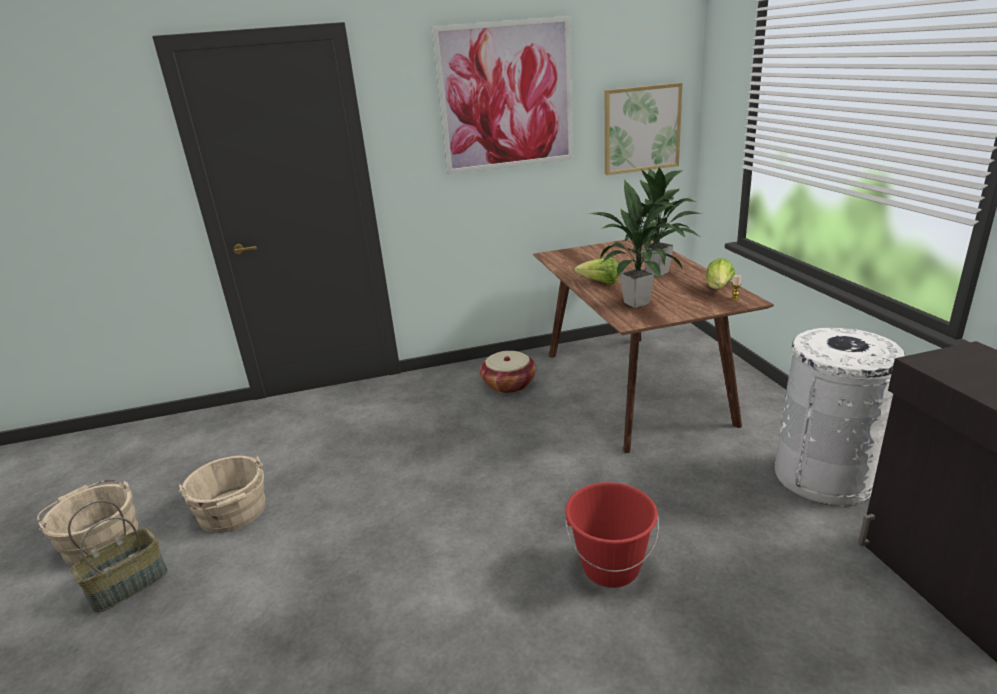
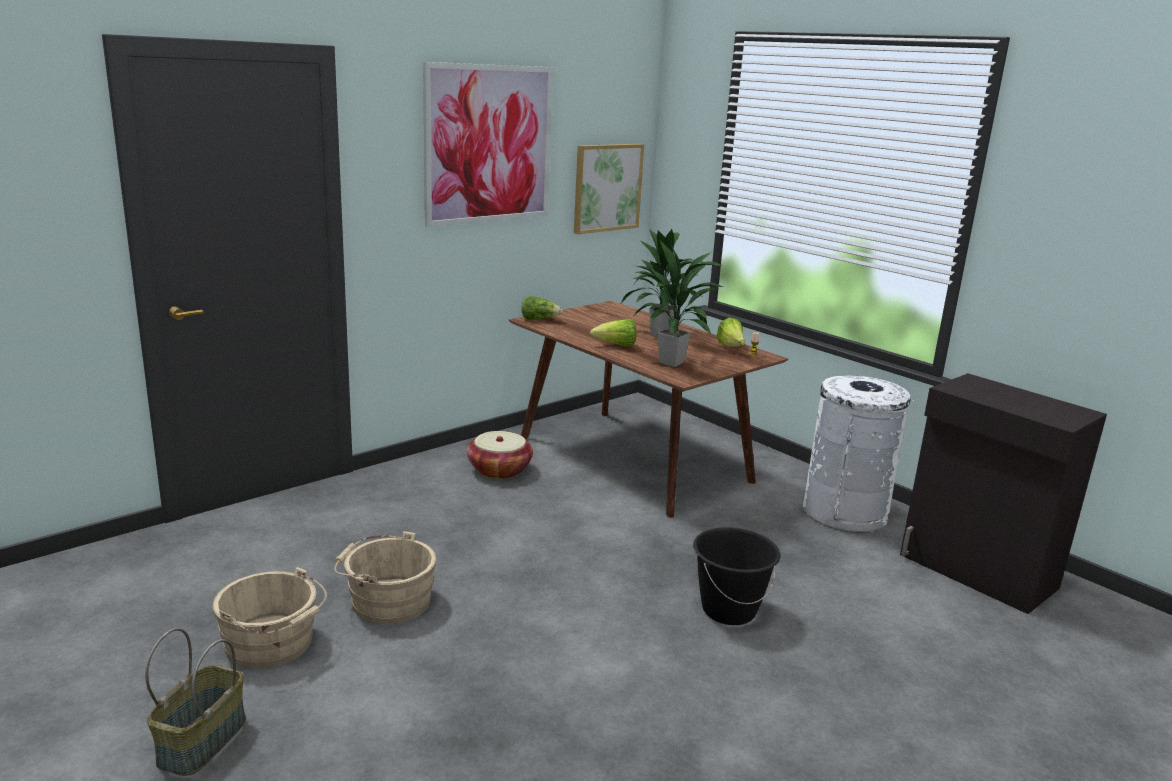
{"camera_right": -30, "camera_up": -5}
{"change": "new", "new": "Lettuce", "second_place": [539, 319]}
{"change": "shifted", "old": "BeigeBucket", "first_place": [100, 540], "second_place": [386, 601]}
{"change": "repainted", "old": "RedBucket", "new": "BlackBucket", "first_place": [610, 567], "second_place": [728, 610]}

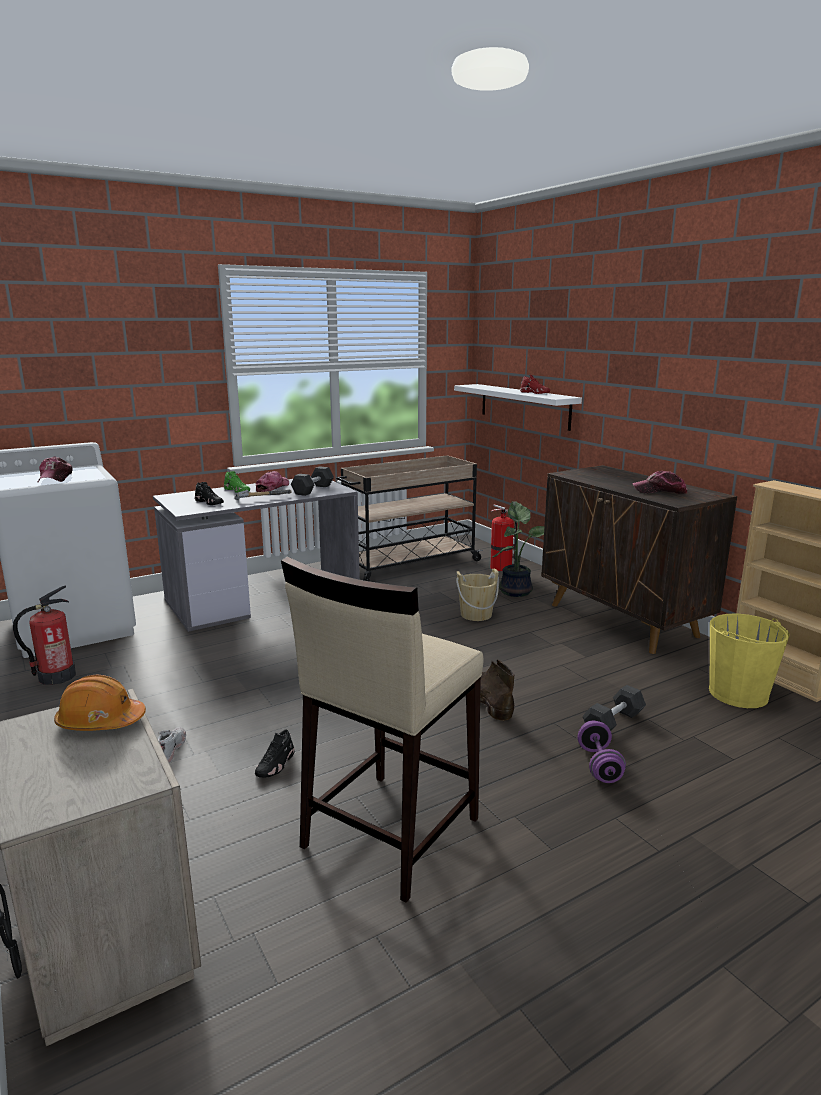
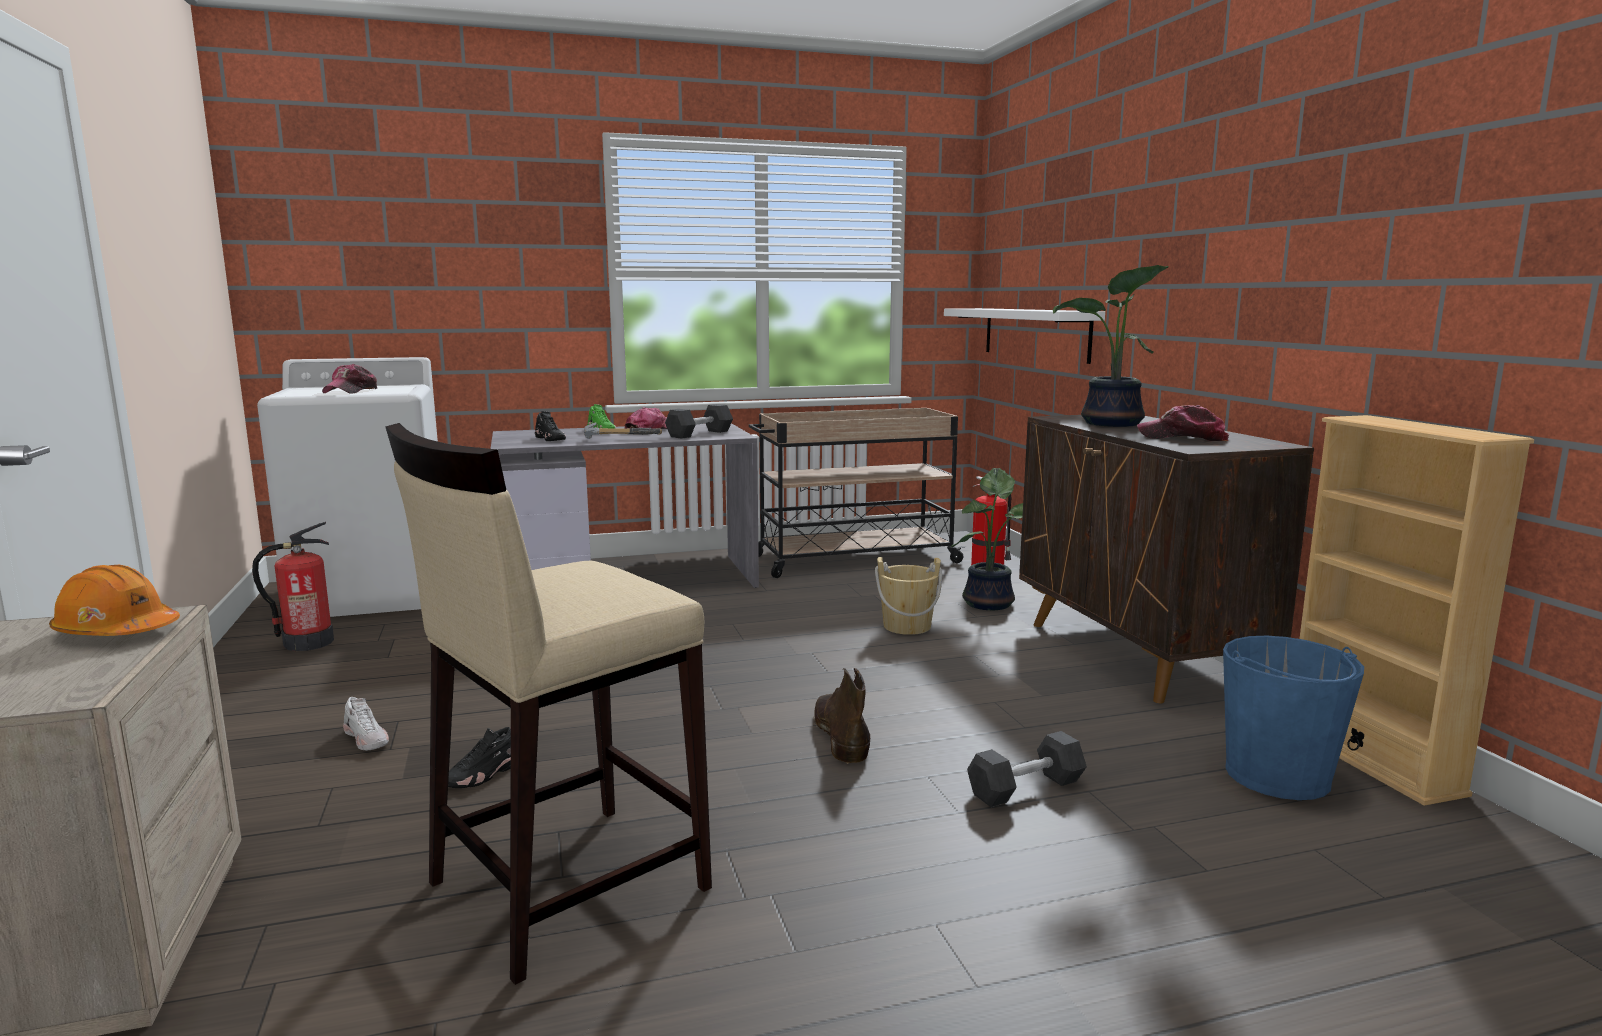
{"camera_right": 15, "camera_up": -5}
{"change": "gone", "old": "RedShoe", "first_place": [535, 393]}
{"change": "gone", "old": "PurpleDumbbell", "first_place": [599, 765]}
{"change": "new", "new": "PottedPlant", "second_place": [1111, 424]}
{"change": "repainted", "old": "YellowBucket", "new": "BlueBucket", "first_place": [738, 694], "second_place": [1277, 776]}
{"change": "rotated", "old": "WhiteShoe", "first_place": [170, 749], "second_place": [367, 739], "degrees": 120}

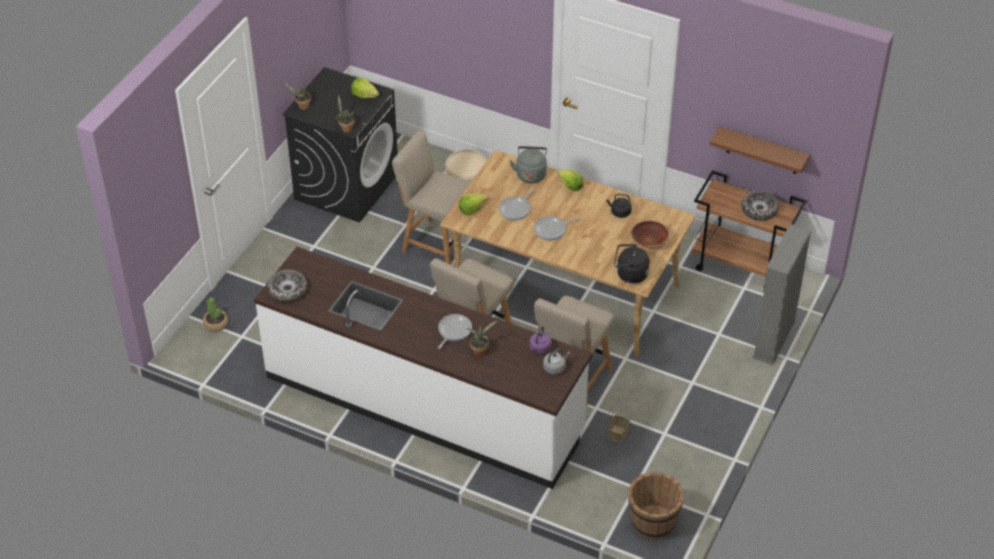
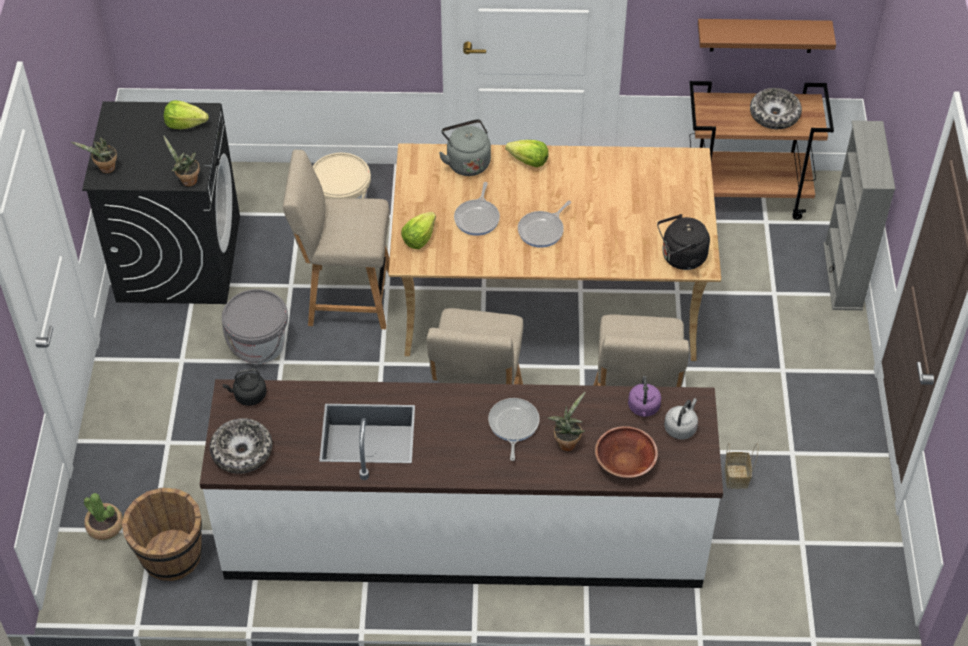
{"camera_right": -25, "camera_up": 5}
{"change": "new", "new": "GreyBucket", "second_place": [259, 345]}
{"change": "shifted", "old": "BlackKettle", "first_place": [619, 212], "second_place": [248, 396]}
{"change": "shifted", "old": "BrownBucket", "first_place": [652, 523], "second_place": [171, 556]}
{"change": "shifted", "old": "BrownBowl", "first_place": [649, 242], "second_place": [625, 462]}

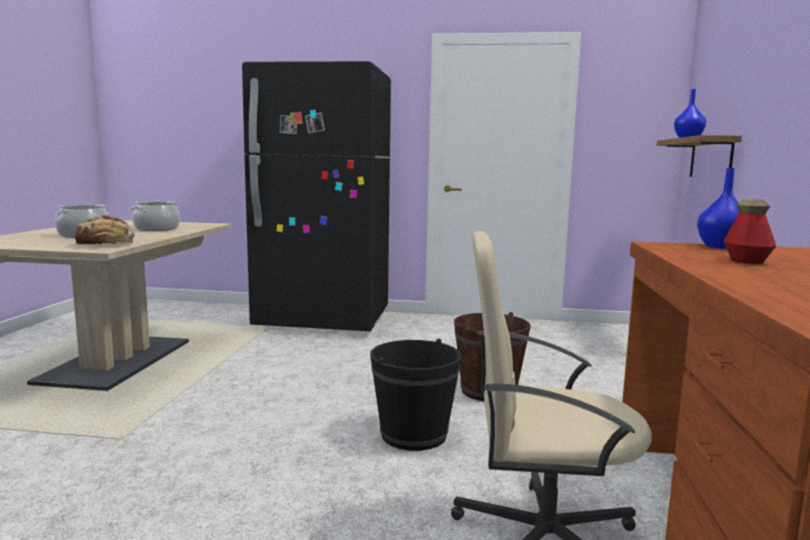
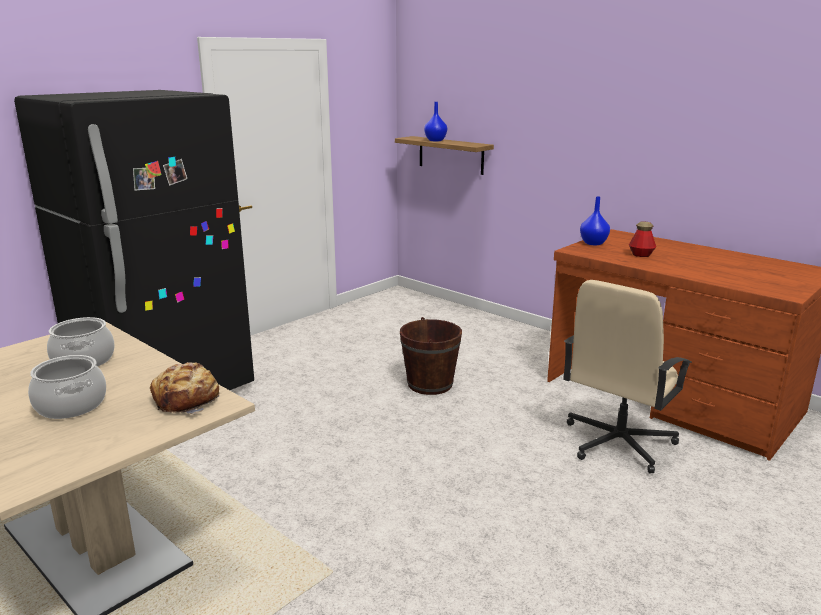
{"camera_right": -55, "camera_up": 10}
{"change": "gone", "old": "BlackBucket", "first_place": [414, 435]}

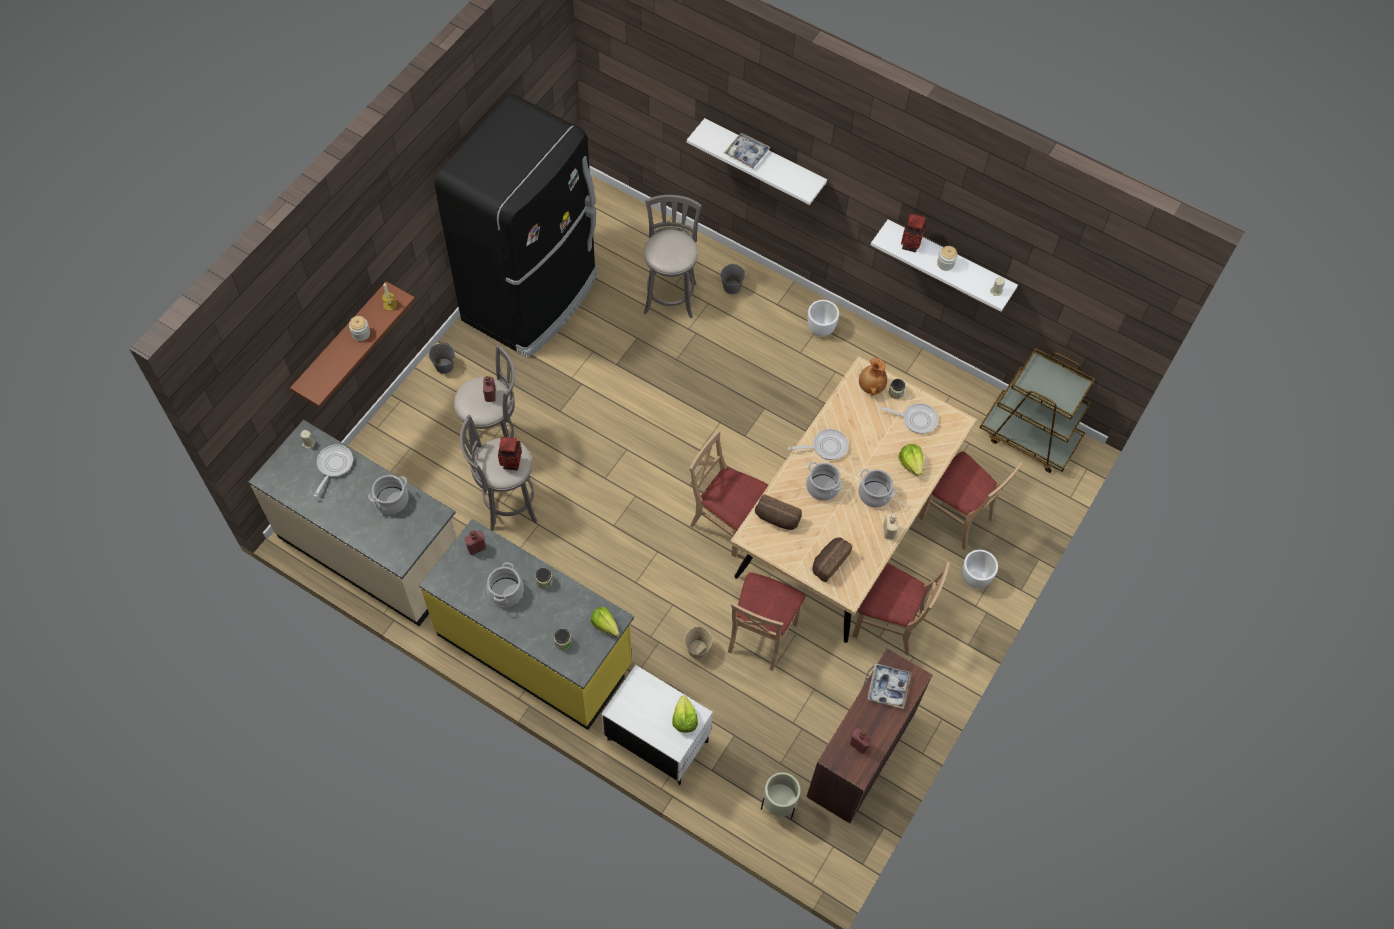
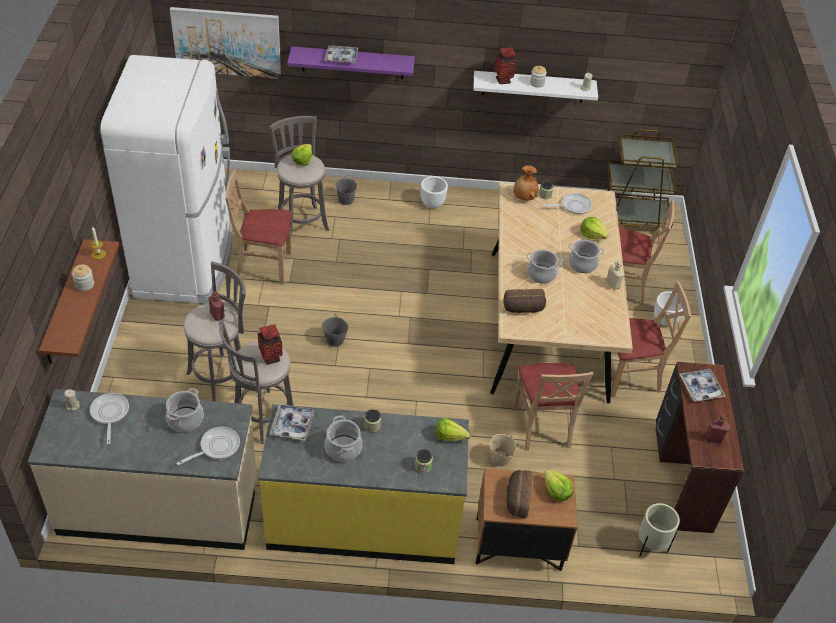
{"camera_right": -30, "camera_up": -15}
{"change": "new", "new": "Picture", "second_place": [227, 42]}
{"change": "new", "new": "Lettuce", "second_place": [302, 160]}
{"change": "shifted", "old": "GreyBucket", "first_place": [444, 366], "second_place": [334, 340]}
{"change": "shifted", "old": "BeigeChair", "first_place": [726, 522], "second_place": [264, 266]}
{"change": "shifted", "old": "FryingPan", "first_place": [826, 446], "second_place": [216, 447]}
{"change": "shifted", "old": "Bread", "first_place": [829, 562], "second_place": [517, 499]}
{"change": "swapped", "old": "RedBottle", "new": "Tray", "first_place": [476, 548], "second_place": [292, 425]}
{"change": "repainted", "old": "BlackFridge", "new": "WhiteFridge", "first_place": [532, 297], "second_place": [186, 261]}
{"change": "repainted", "old": "WhiteNightstand", "new": "BrownNightstand", "first_place": [656, 741], "second_place": [517, 545]}
{"change": "repainted", "old": "WhiteShelf", "new": "PurpleShelf", "first_place": [764, 158], "second_place": [352, 63]}

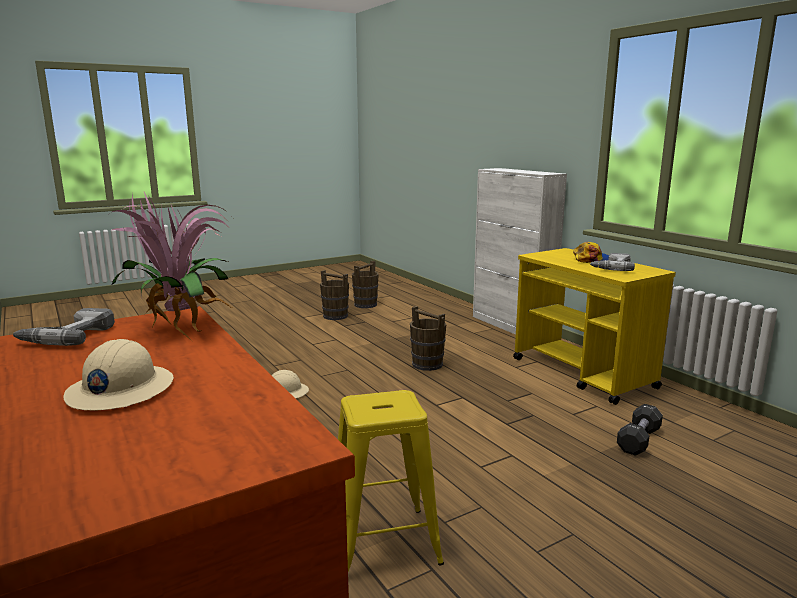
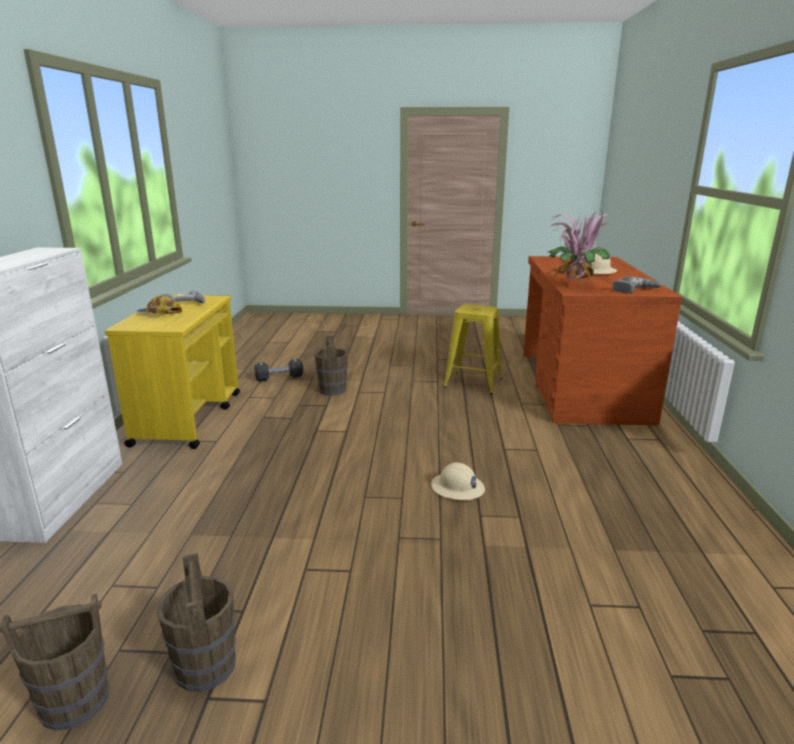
{"camera_right": -145, "camera_up": 5}
{"change": "shifted", "old": "BrownBucket", "first_place": [427, 364], "second_place": [332, 389]}

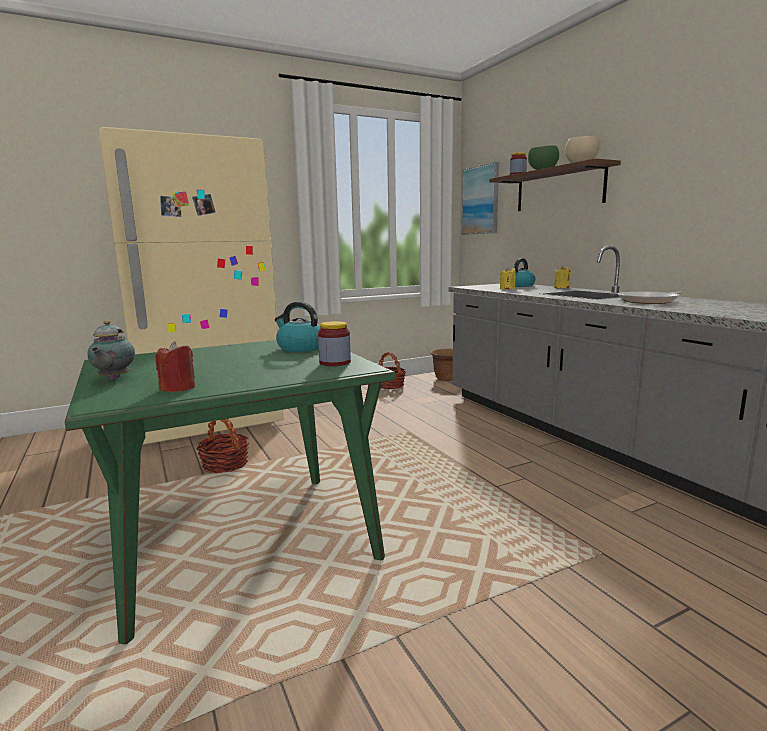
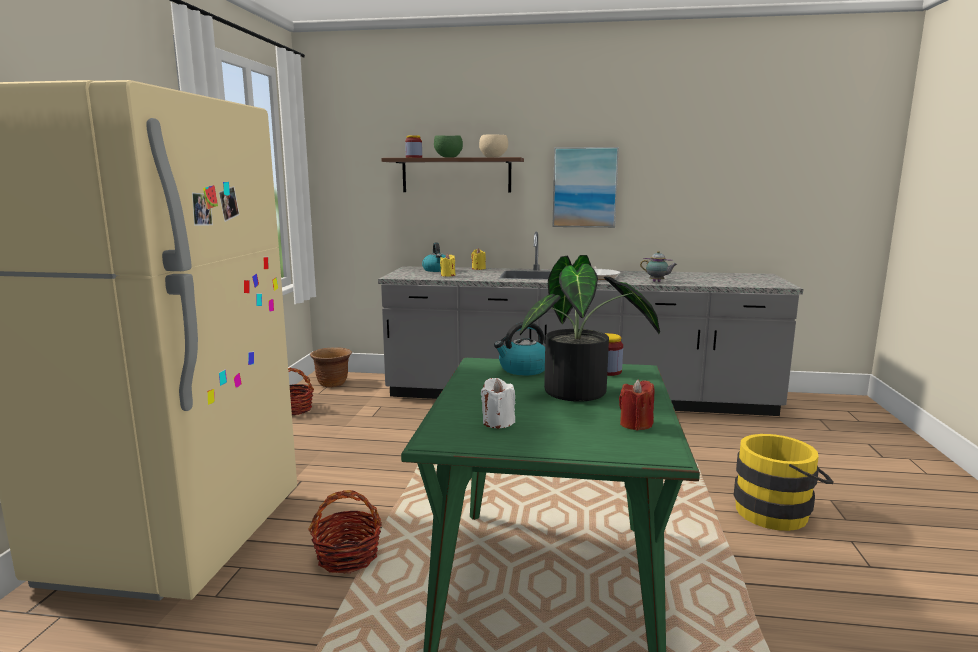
{"camera_right": -55, "camera_up": 0}
{"change": "new", "new": "WhiteCandle", "second_place": [498, 422]}
{"change": "new", "new": "PottedPlant", "second_place": [582, 393]}
{"change": "new", "new": "YellowBucket", "second_place": [778, 512]}
{"change": "shifted", "old": "Teapot", "first_place": [113, 379], "second_place": [657, 282]}
{"change": "shifted", "old": "Picture", "first_place": [481, 200], "second_place": [584, 187]}

